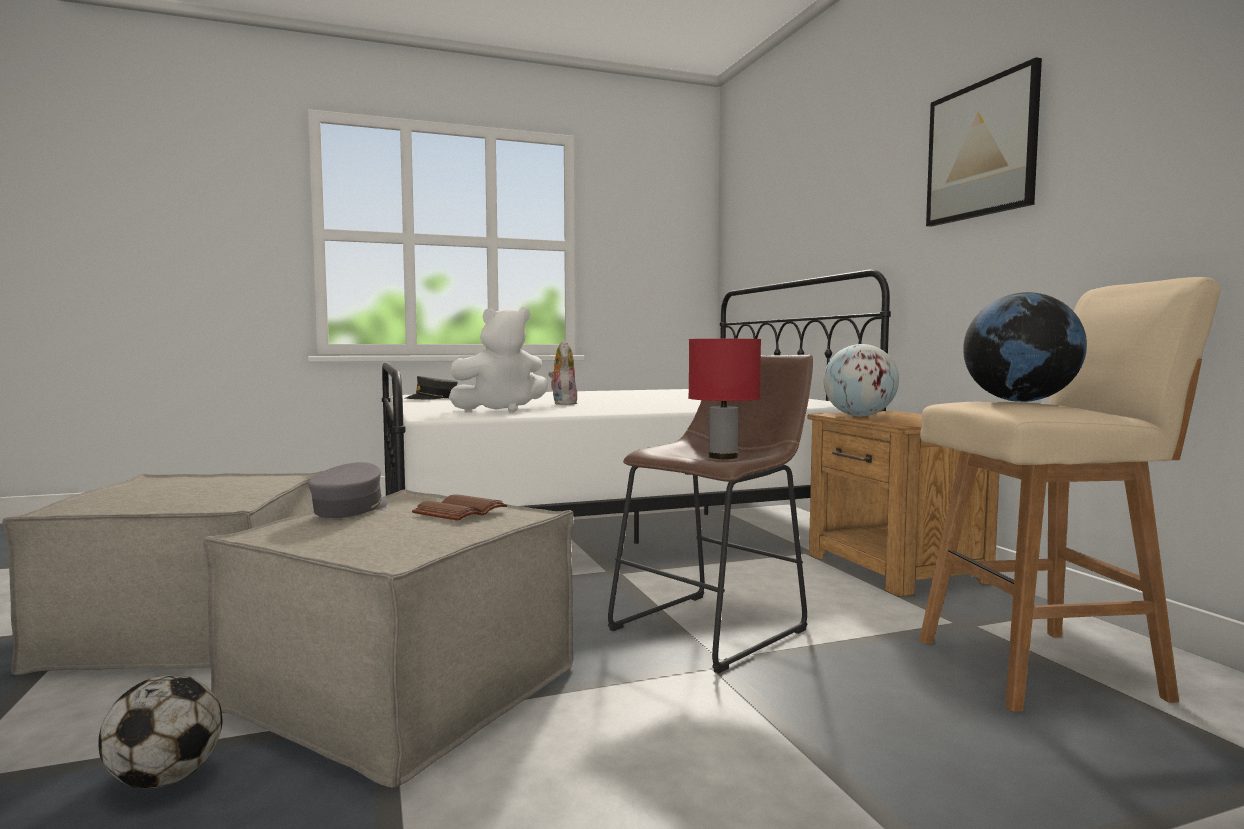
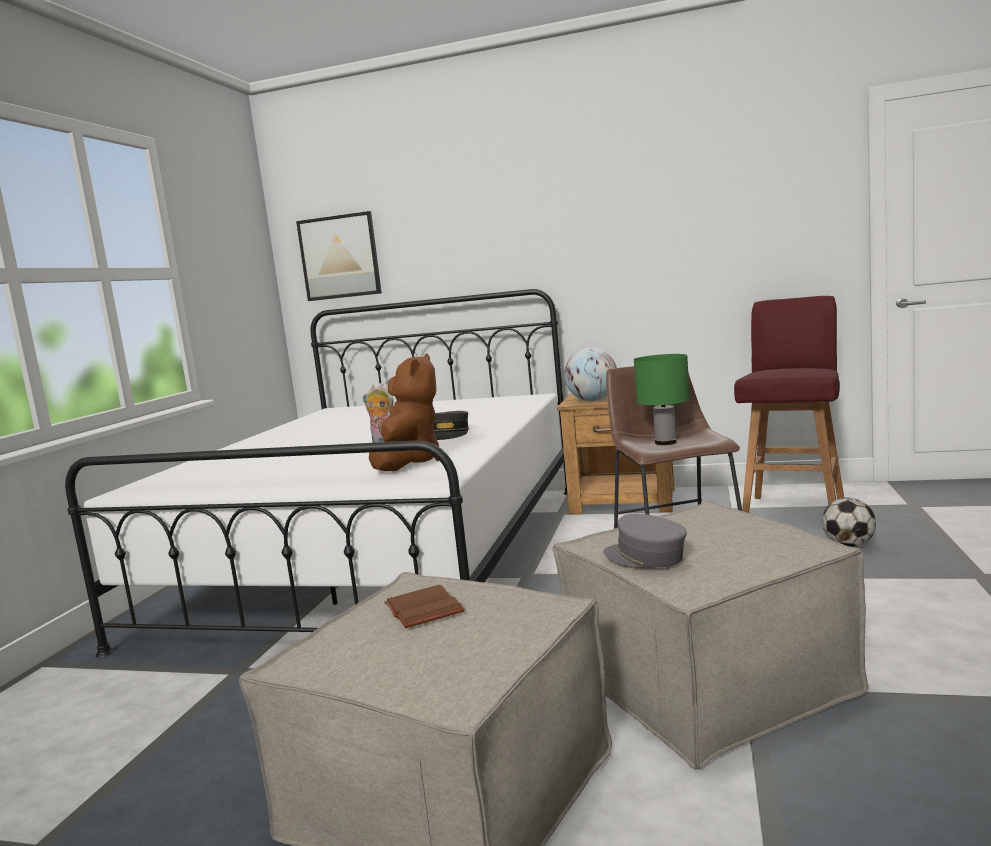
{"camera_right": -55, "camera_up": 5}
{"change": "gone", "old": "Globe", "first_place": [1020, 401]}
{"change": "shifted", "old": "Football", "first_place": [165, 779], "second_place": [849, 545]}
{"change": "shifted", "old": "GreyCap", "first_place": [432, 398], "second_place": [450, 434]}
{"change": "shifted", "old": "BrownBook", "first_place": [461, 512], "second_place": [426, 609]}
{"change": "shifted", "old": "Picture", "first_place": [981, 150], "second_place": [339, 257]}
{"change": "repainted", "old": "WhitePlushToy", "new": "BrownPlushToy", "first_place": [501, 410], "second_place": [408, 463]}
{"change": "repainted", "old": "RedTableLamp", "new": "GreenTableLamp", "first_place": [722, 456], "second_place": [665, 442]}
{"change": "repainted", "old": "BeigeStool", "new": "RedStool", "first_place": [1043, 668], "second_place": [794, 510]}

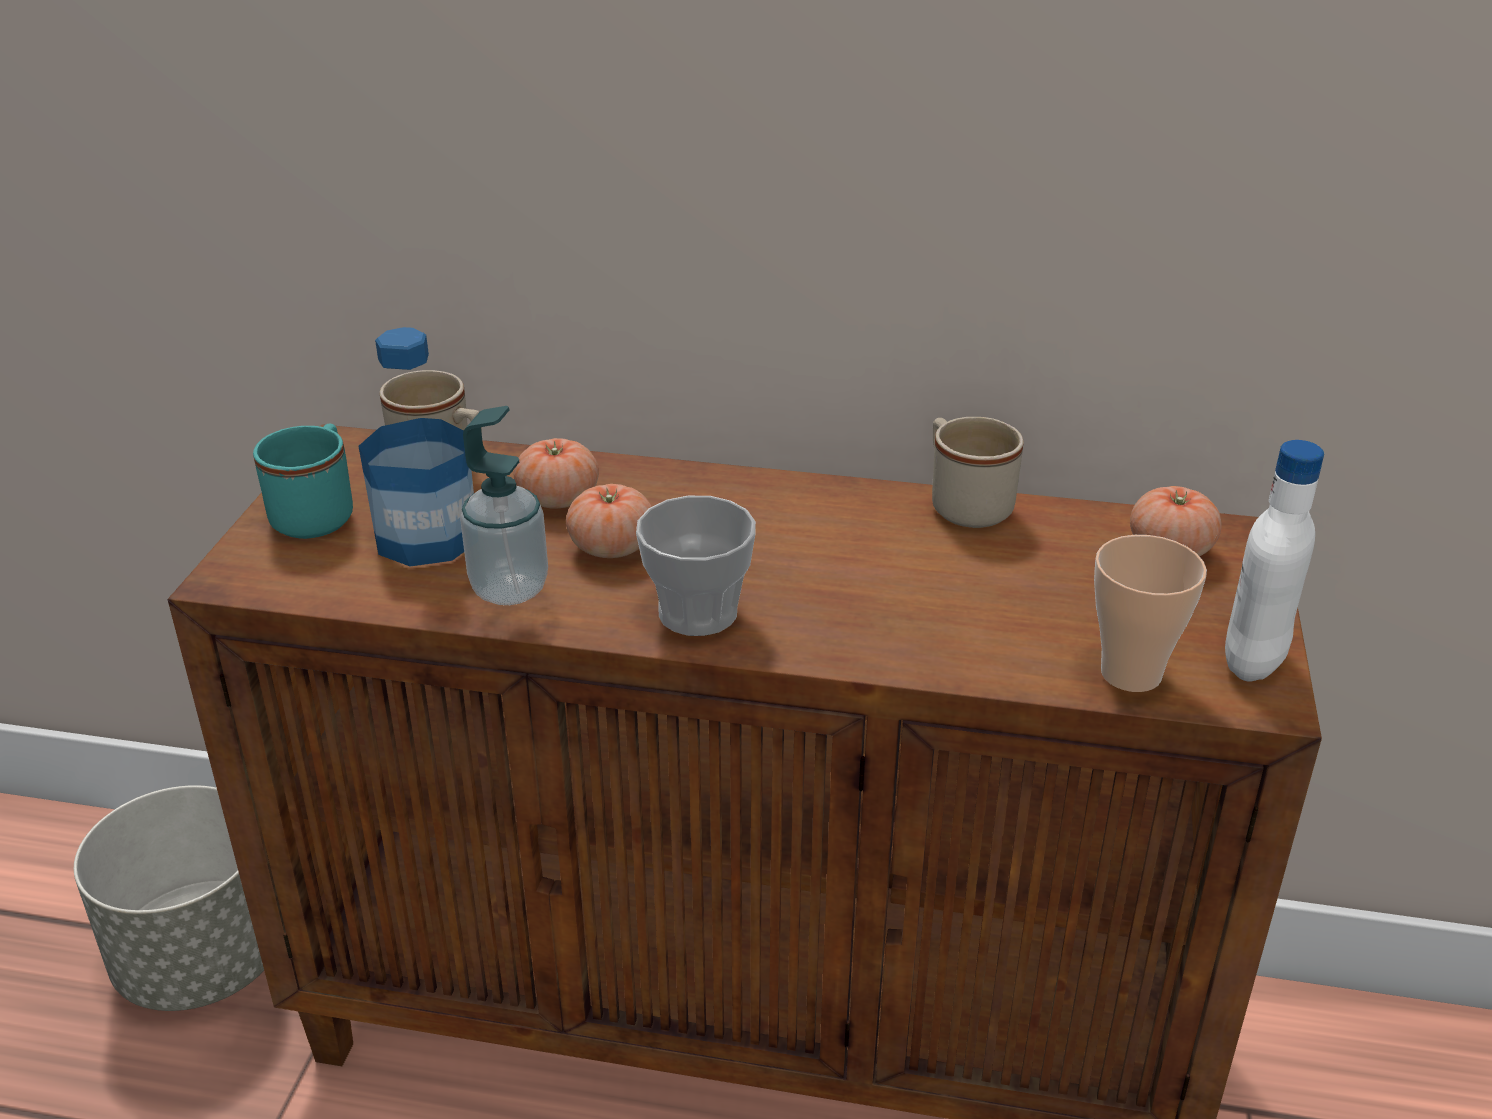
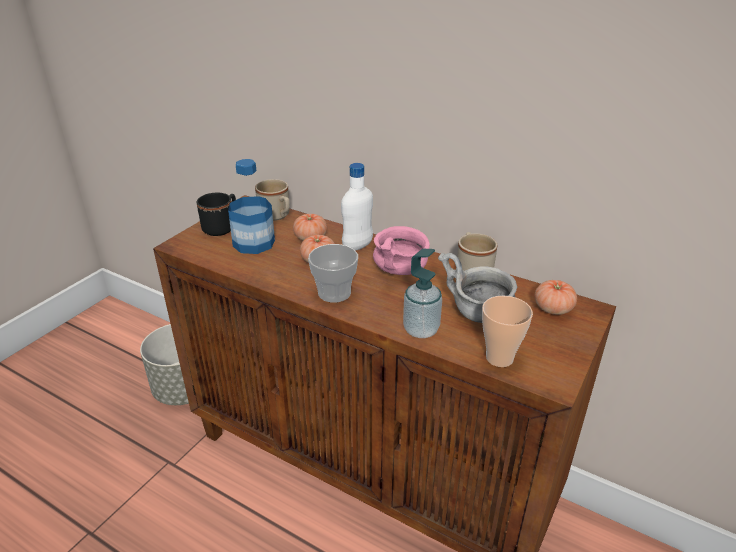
{"camera_right": 20, "camera_up": 0}
{"change": "new", "new": "PinkBowl", "second_place": [400, 271]}
{"change": "new", "new": "GreyBowl", "second_place": [479, 314]}
{"change": "shifted", "old": "SoapDispenser", "first_place": [509, 589], "second_place": [421, 330]}
{"change": "shifted", "old": "WhiteBottle", "first_place": [1253, 662], "second_place": [357, 246]}
{"change": "repainted", "old": "TurquoiseMug", "new": "BlackMug", "first_place": [318, 513], "second_place": [222, 227]}

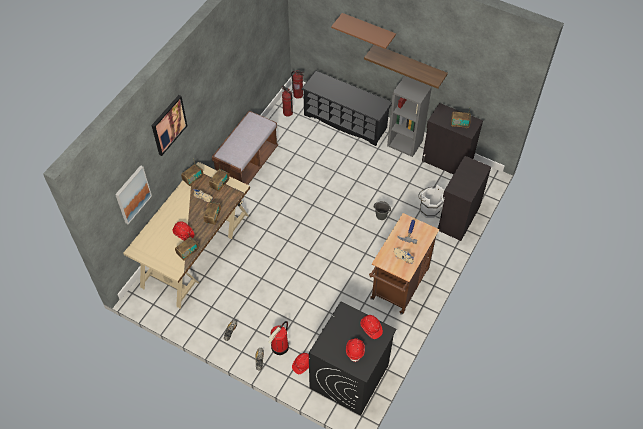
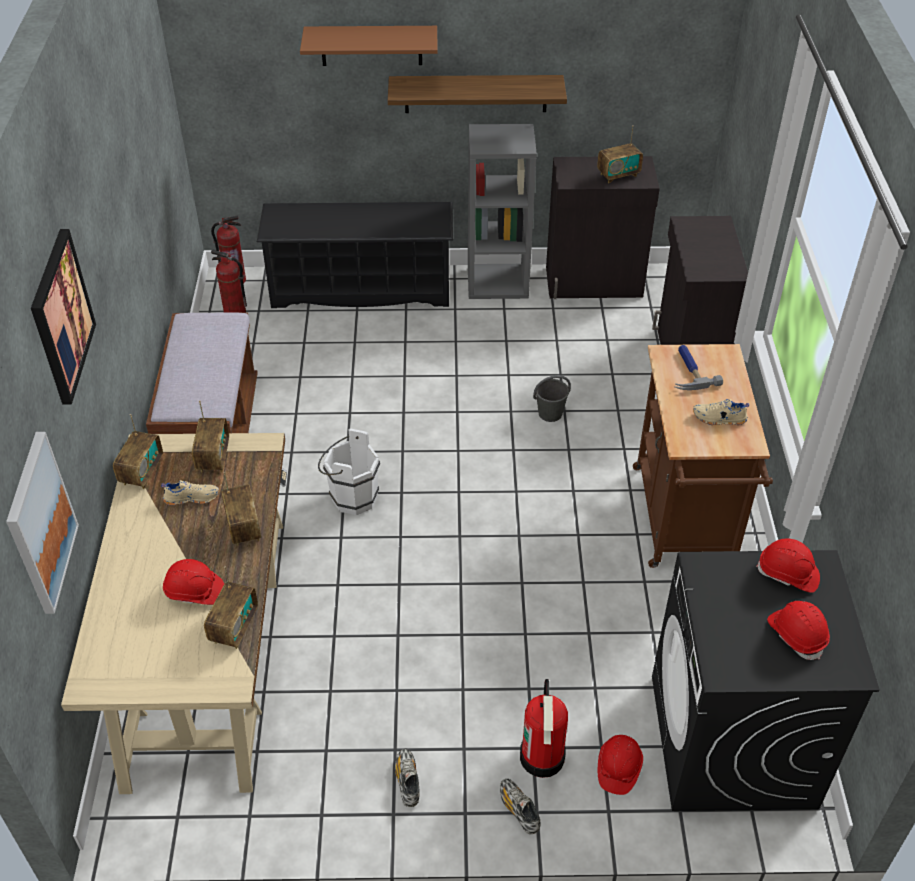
{"camera_right": -30, "camera_up": -10}
{"change": "shifted", "old": "WhiteBucket", "first_place": [428, 209], "second_place": [350, 497]}

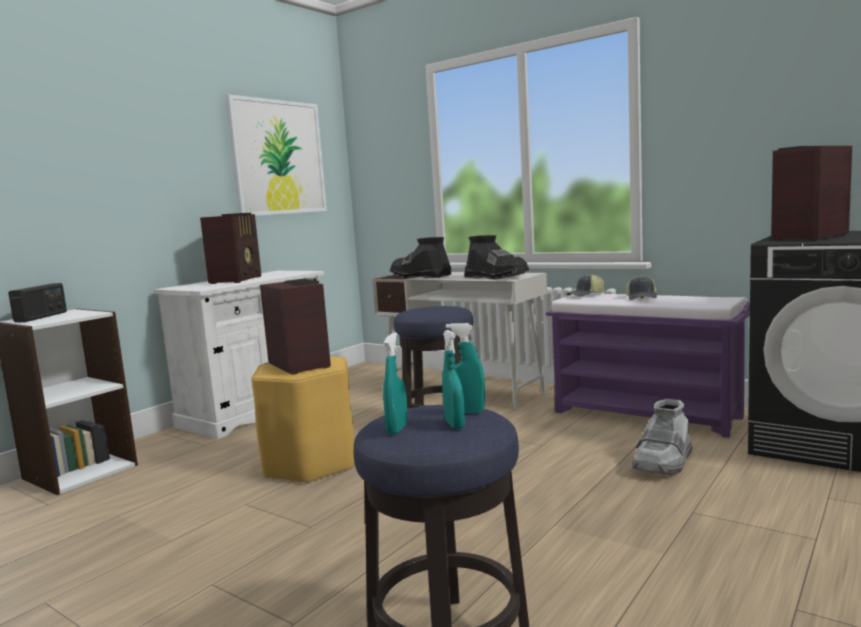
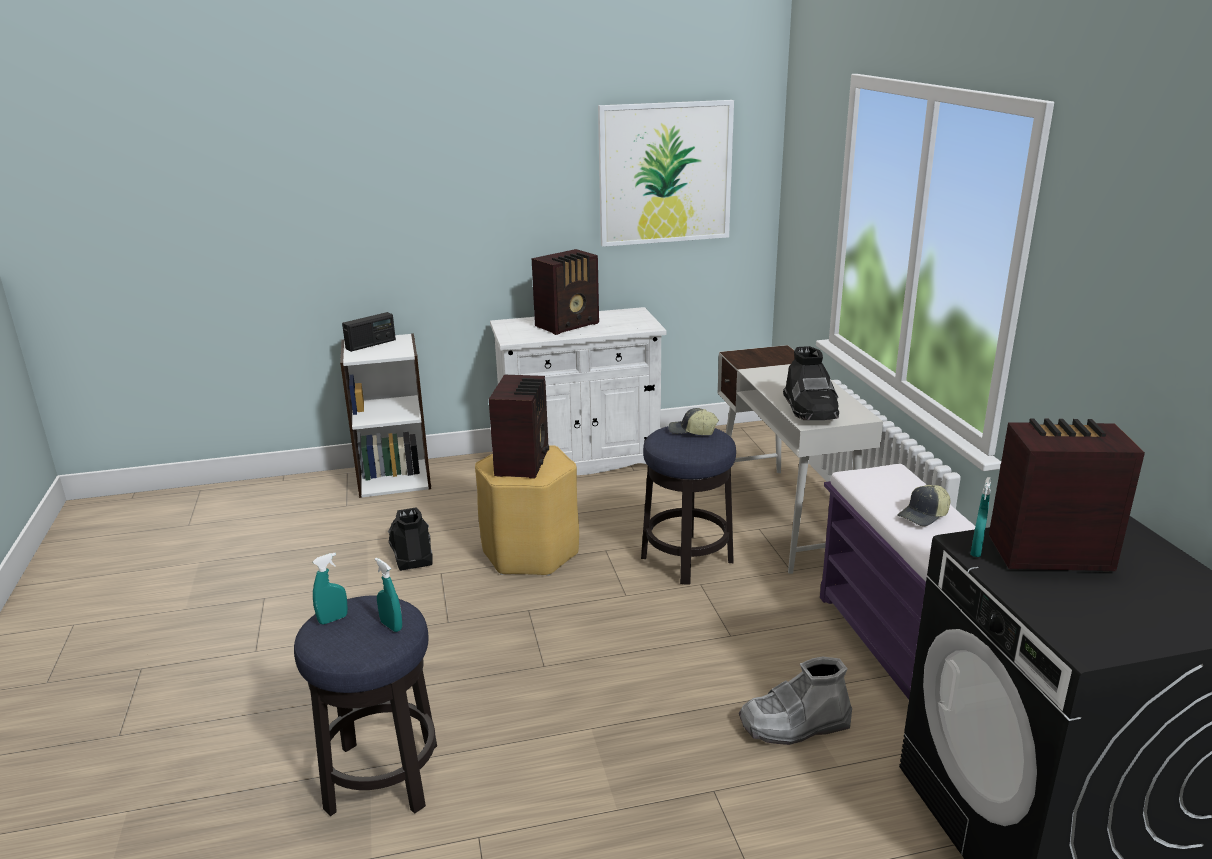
{"camera_right": 40, "camera_up": 15}
{"change": "shifted", "old": "BlackBoot", "first_place": [420, 276], "second_place": [411, 549]}
{"change": "shifted", "old": "TurquoiseSprayBottle", "first_place": [454, 425], "second_place": [976, 551]}
{"change": "shifted", "old": "Cap", "first_place": [586, 295], "second_place": [692, 432]}

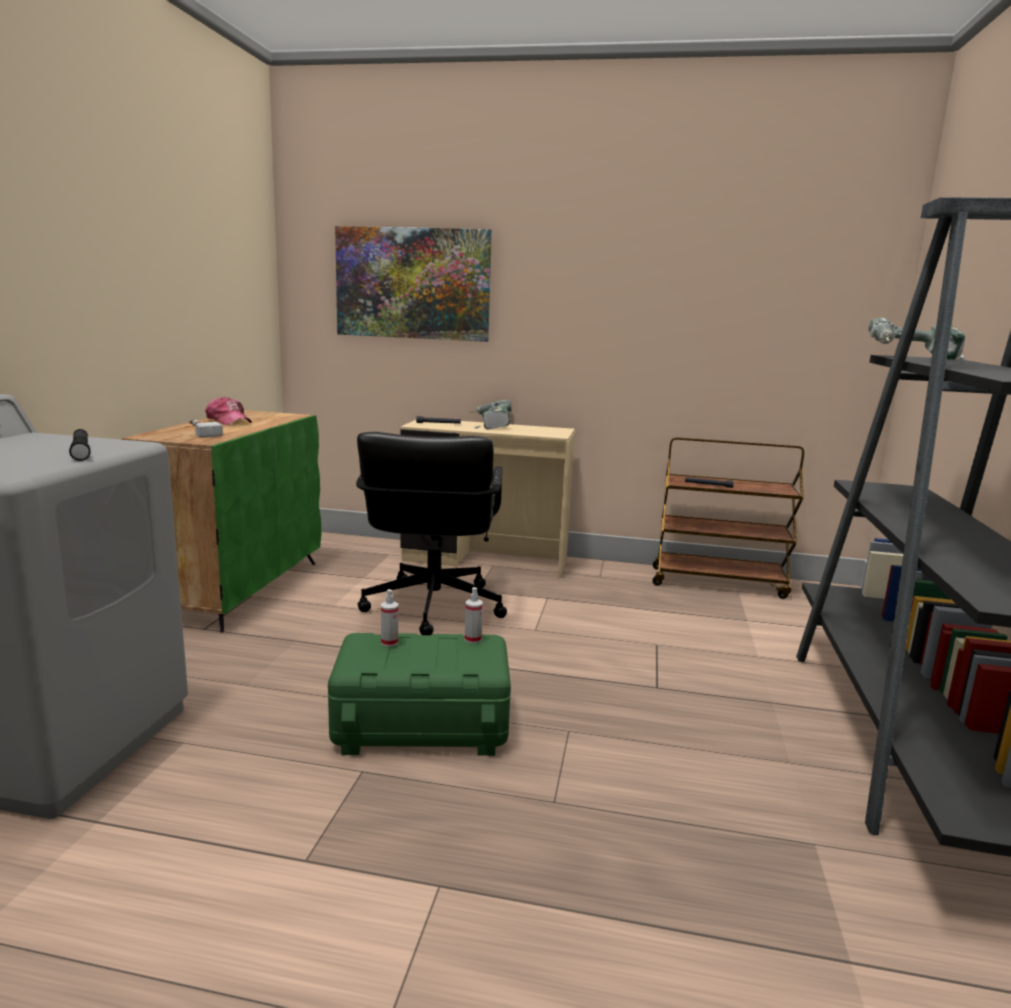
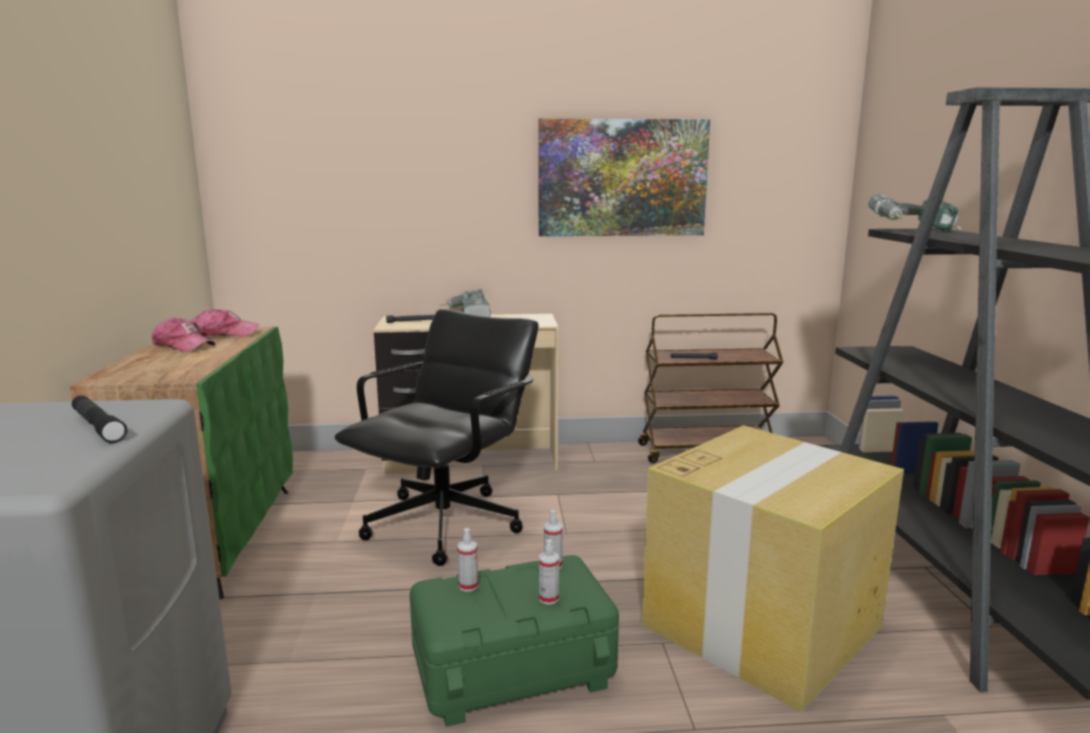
{"camera_right": -15, "camera_up": 0}
{"change": "gone", "old": "Hammer", "first_place": [201, 432]}
{"change": "new", "new": "Cap", "second_place": [222, 334]}
{"change": "new", "new": "SprayBottle", "second_place": [548, 598]}
{"change": "new", "new": "CardboardBox", "second_place": [763, 624]}
{"change": "shifted", "old": "Picture", "first_place": [413, 284], "second_place": [622, 178]}
{"change": "rotated", "old": "BlackOfficeChair", "first_place": [432, 607], "second_place": [446, 524], "degrees": -135}

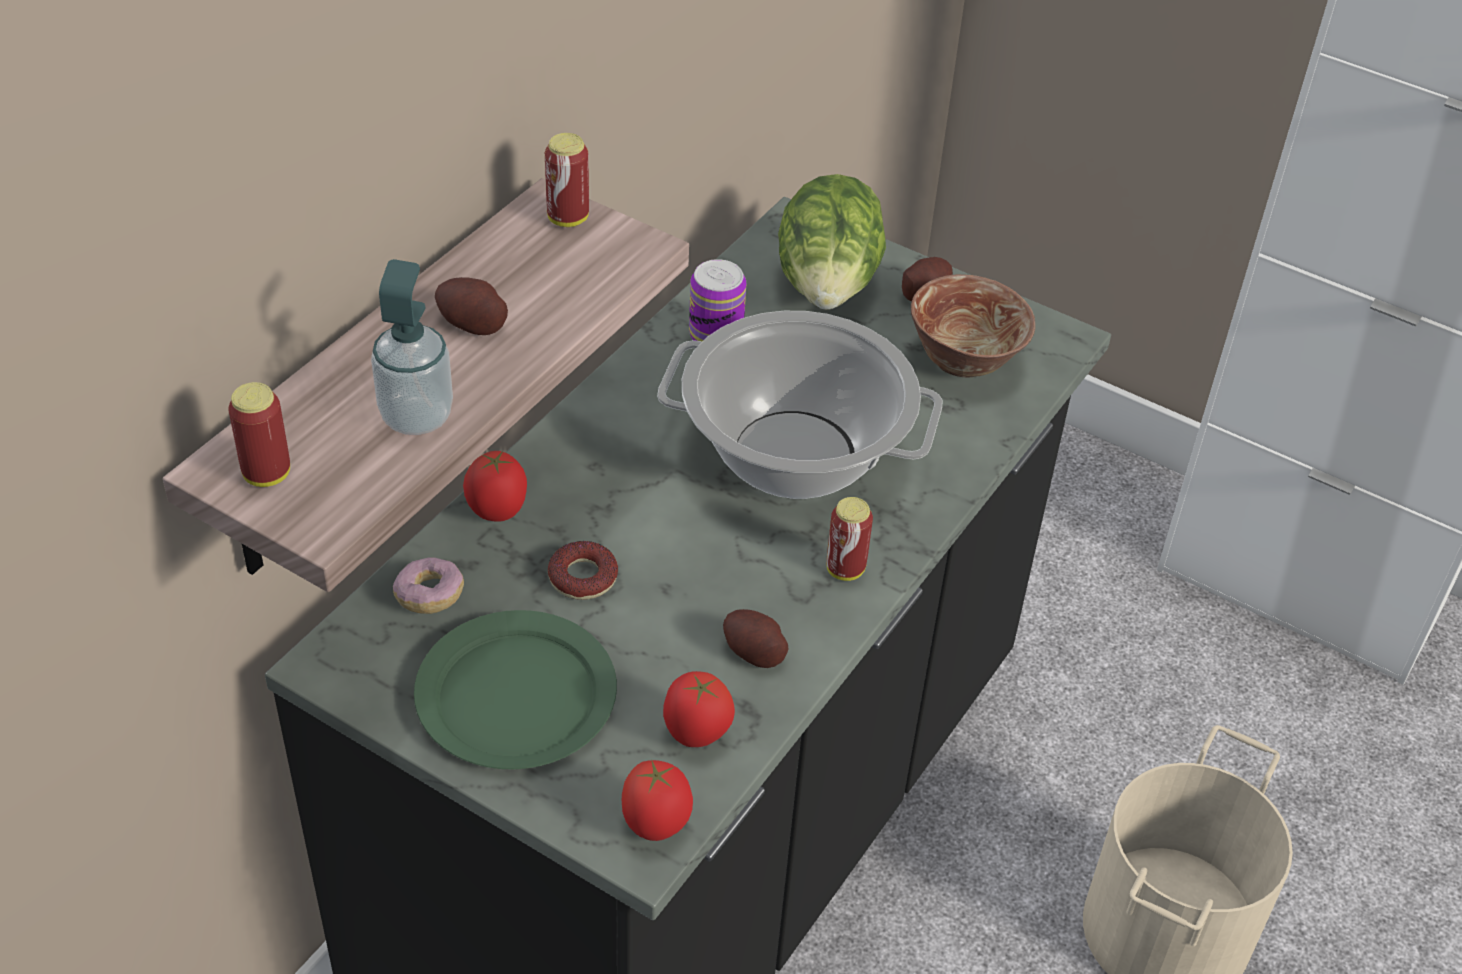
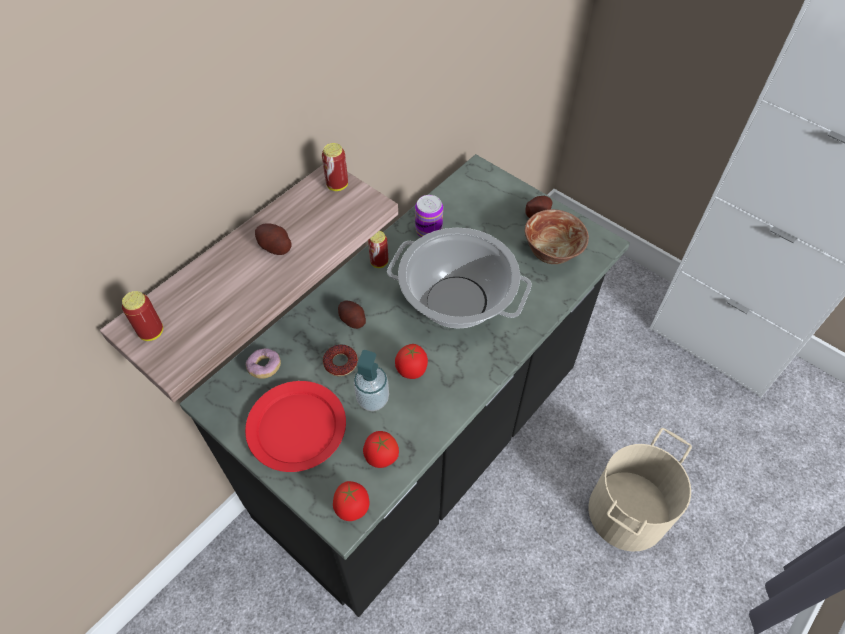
{"camera_right": 10, "camera_up": 10}
{"change": "gone", "old": "Lettuce", "first_place": [828, 288]}
{"change": "shifted", "old": "SoapDispenser", "first_place": [416, 416], "second_place": [373, 399]}
{"change": "shifted", "old": "Tomato", "first_place": [498, 512], "second_place": [412, 371]}
{"change": "shifted", "old": "Potato", "first_place": [753, 652], "second_place": [352, 320]}
{"change": "shifted", "old": "Can", "first_place": [845, 569], "second_place": [379, 262]}
{"change": "repainted", "old": "GreenPlate", "new": "RedPlate", "first_place": [514, 696], "second_place": [296, 428]}

